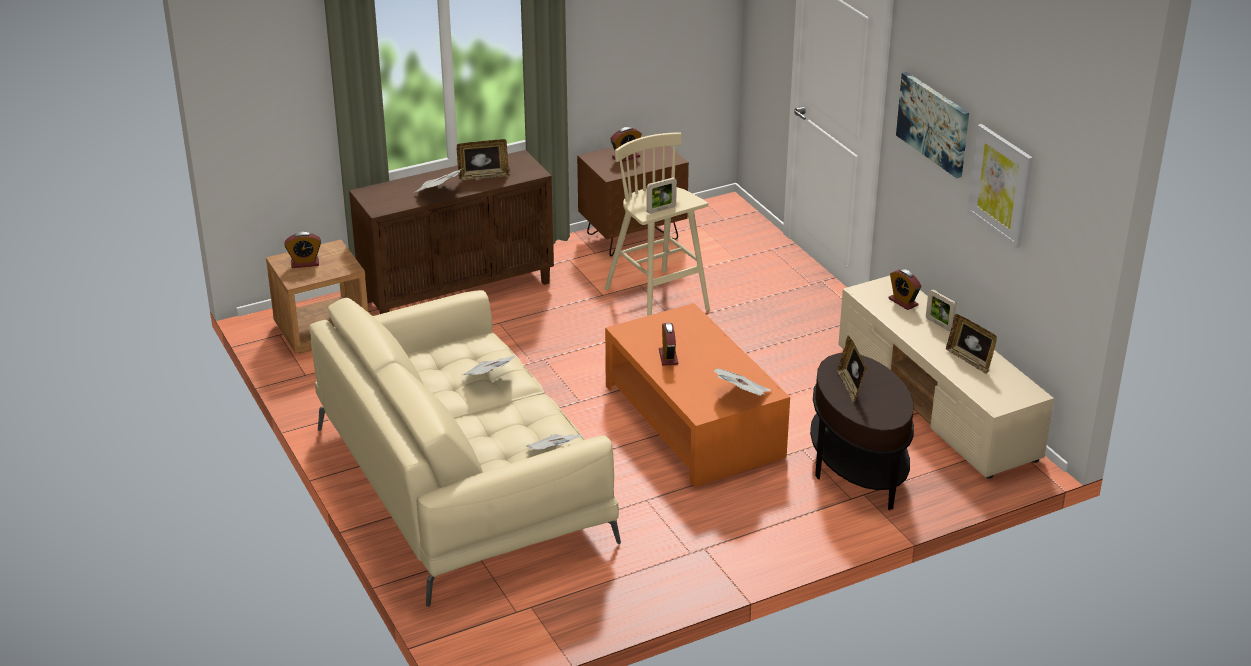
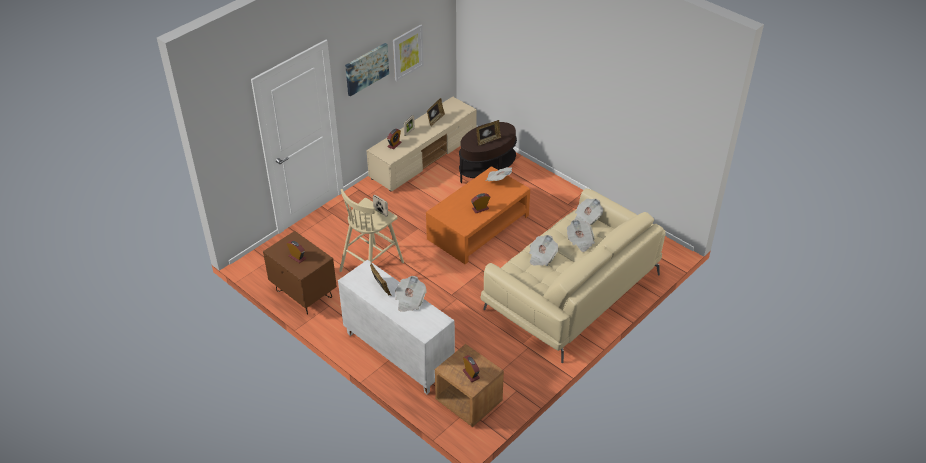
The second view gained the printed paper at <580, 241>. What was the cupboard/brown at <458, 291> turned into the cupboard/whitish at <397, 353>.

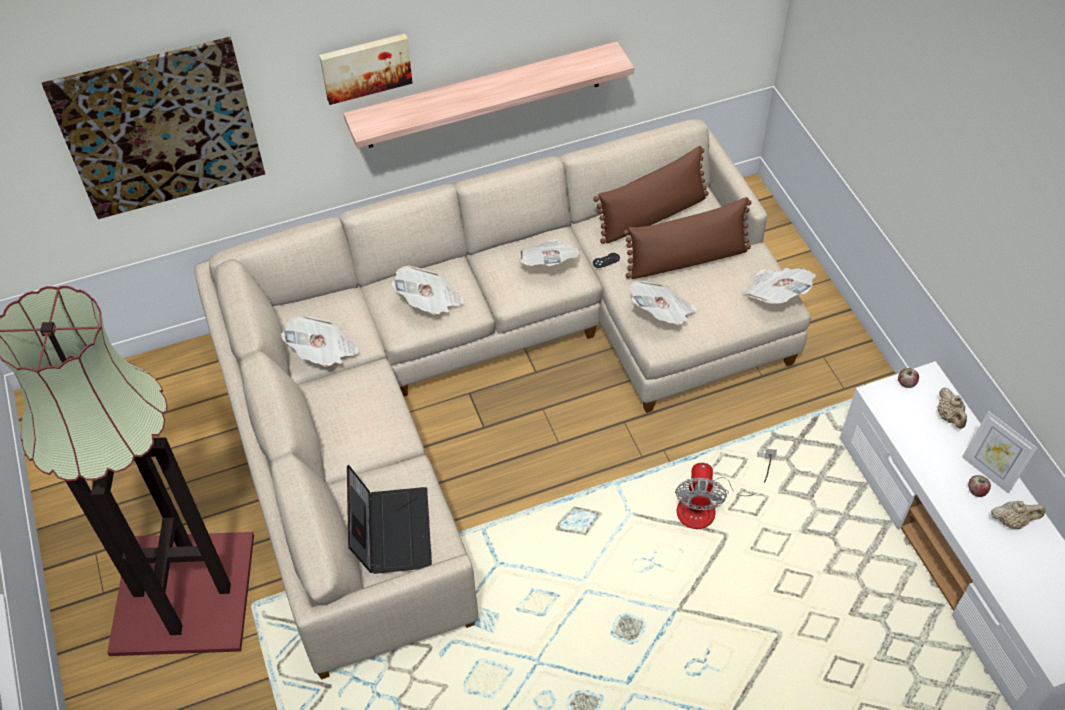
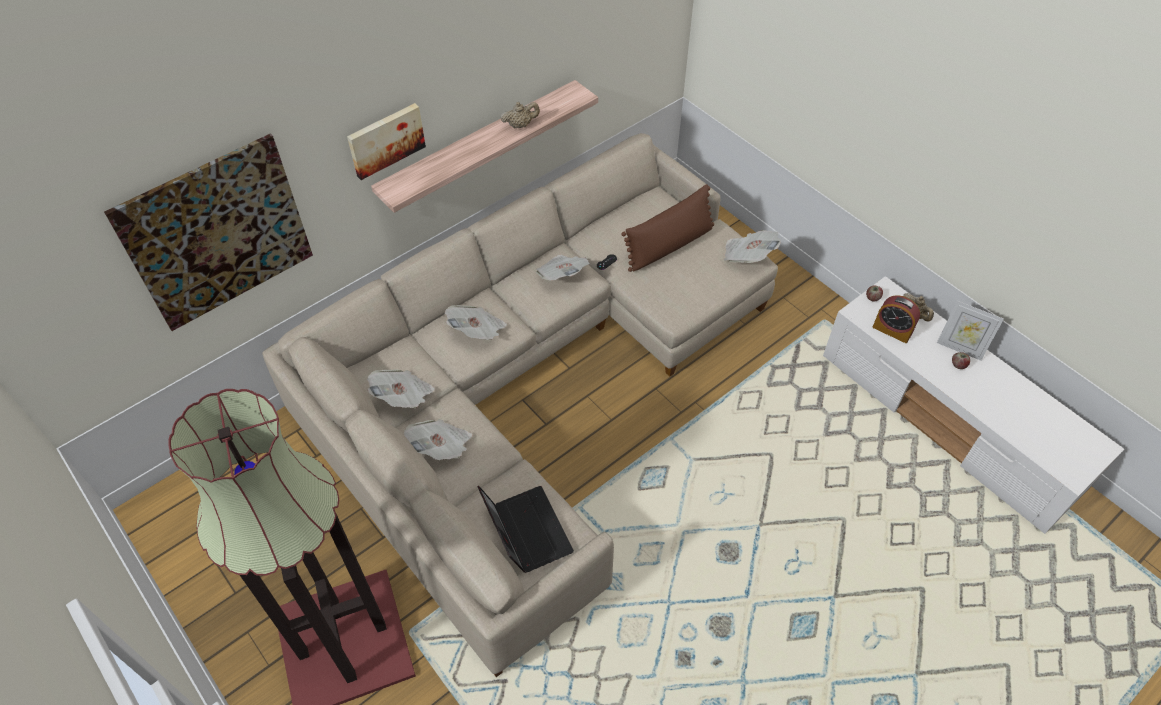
The second view lost the throw pillow/brown at <652, 215>. The second view lost the cooling fan at <708, 506>. The second view gained the table clock at <892, 330>. The printed paper ended up elsewhere, having gone from <662, 314> to <441, 447>. The teapot/beige-coloured ended up elsewhere, having gone from <1012, 521> to <520, 125>.

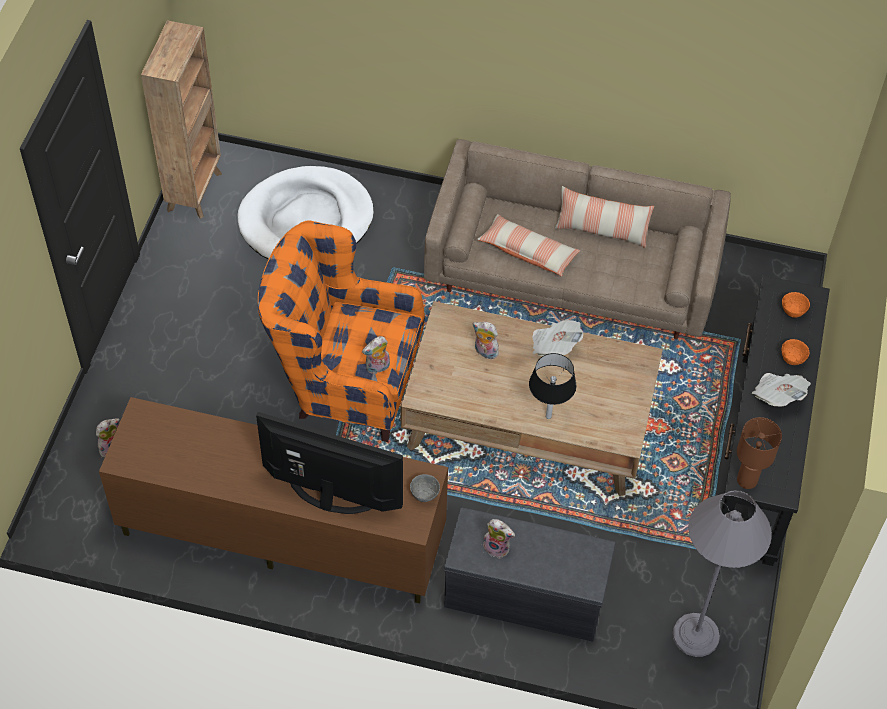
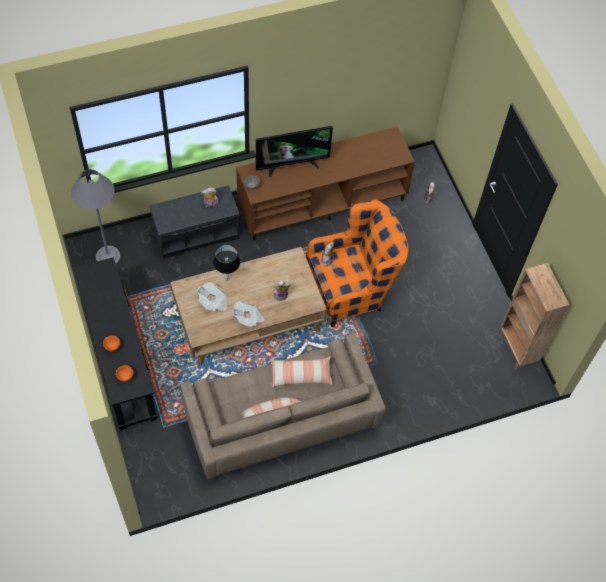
The second view lost the pet bed/whitish at <306, 220>. The second view lost the tabletop lamp/brown at <746, 481>. The printed paper ended up elsewhere, having gone from <777, 396> to <213, 302>.

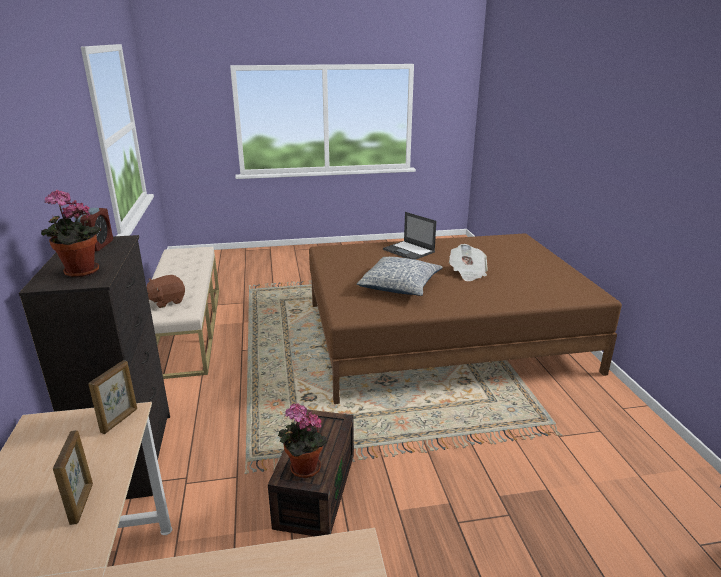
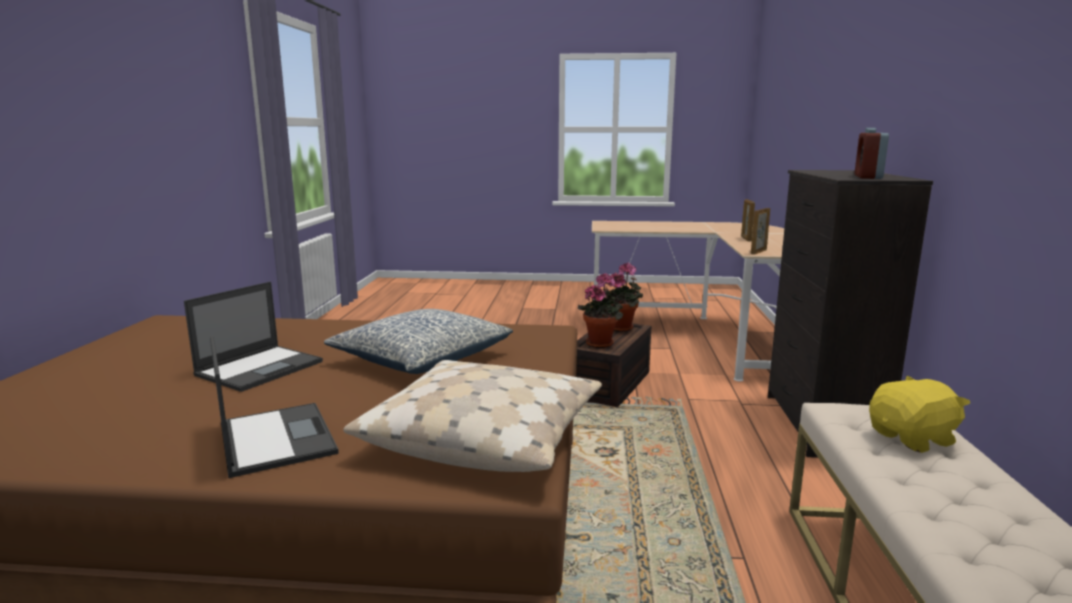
The second view gained the throw pillow/beige-coloured at <484, 435>. The plant in a pot ended up elsewhere, having gone from <79, 273> to <601, 343>. Where the printed paper stood at <467, 273>, the portable computer came to stand at <261, 368>. What was the plush toy/brown at <167, 301> turned into the plush toy/yellow-coloured at <913, 438>.

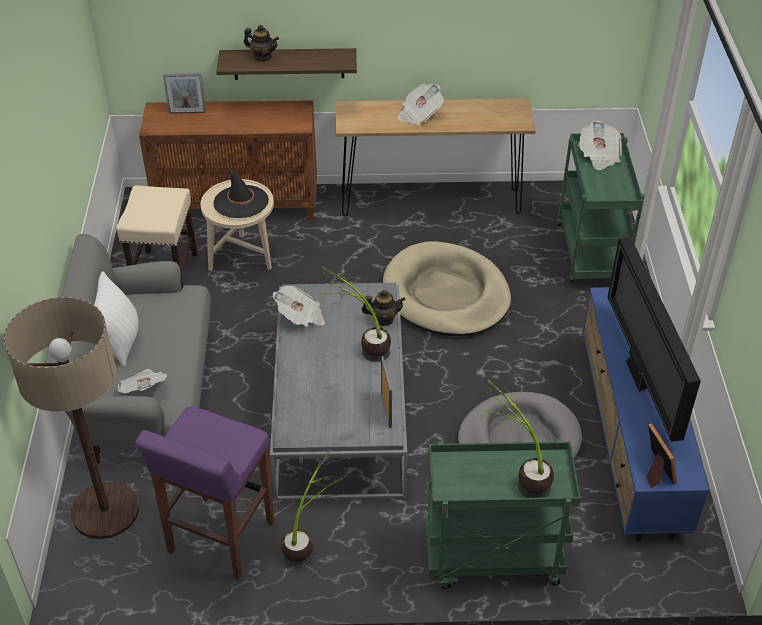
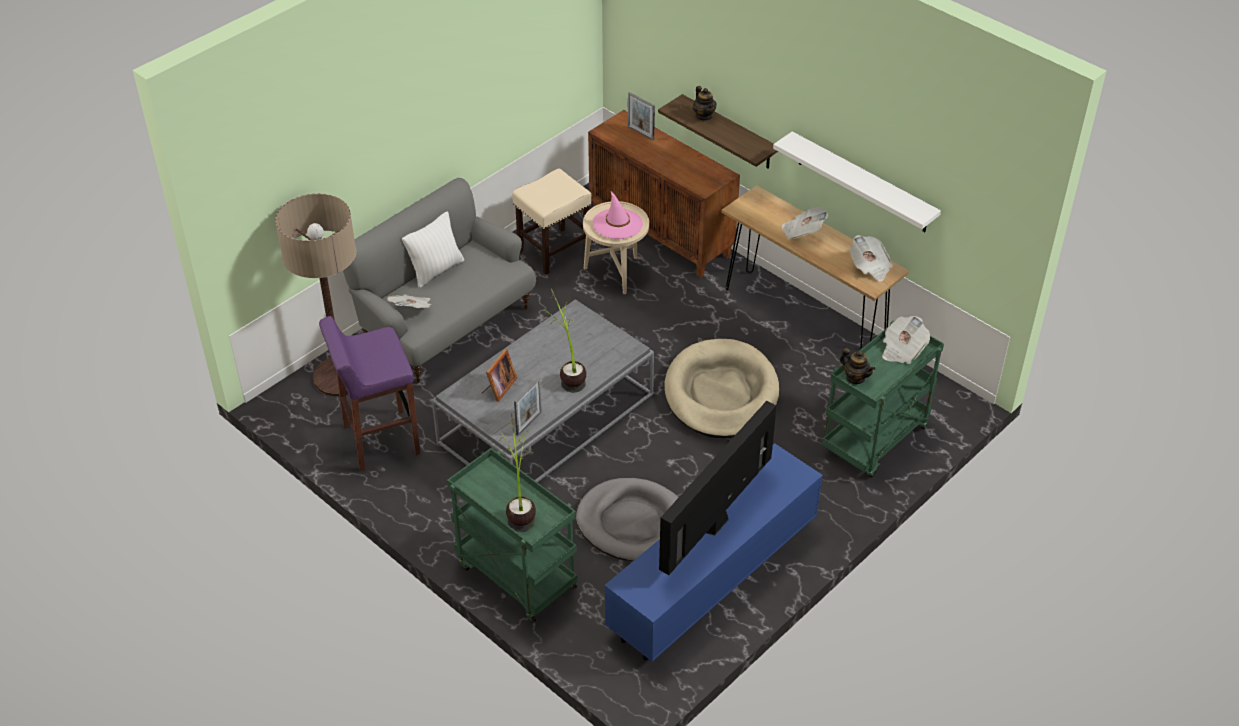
The second view lost the plant in a pot at <310, 542>. The second view gained the bracket shelf/whitish at <862, 183>. The printed paper ended up elsewhere, having gone from <300, 317> to <869, 267>. The teapot ended up elsewhere, having gone from <383, 319> to <855, 378>. The picture frame ended up elsewhere, having gone from <656, 470> to <499, 388>. What was the wearable hat/black-coloured at <241, 202> turned into the wearable hat/pink at <617, 224>.

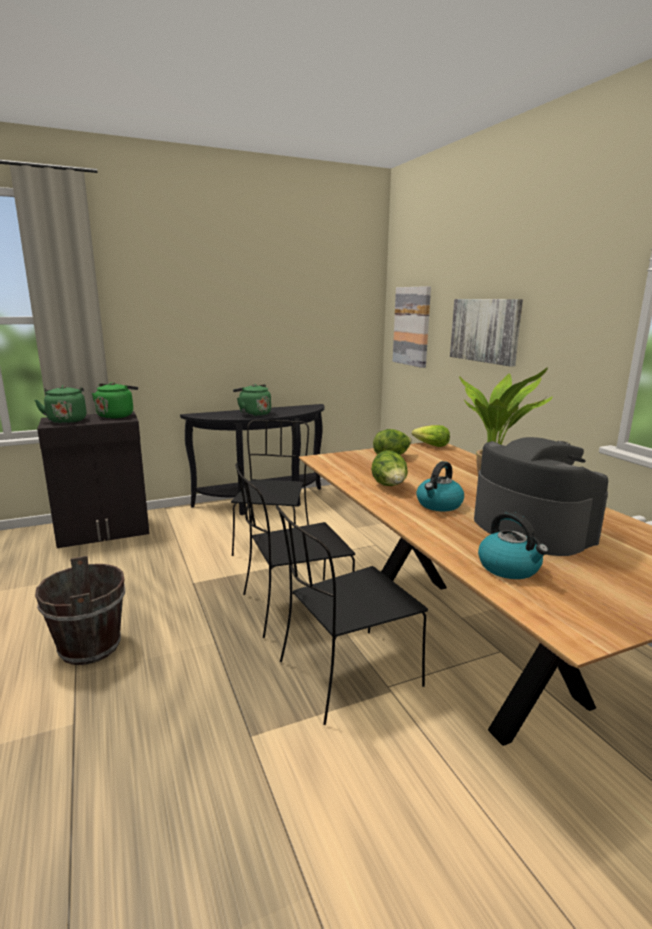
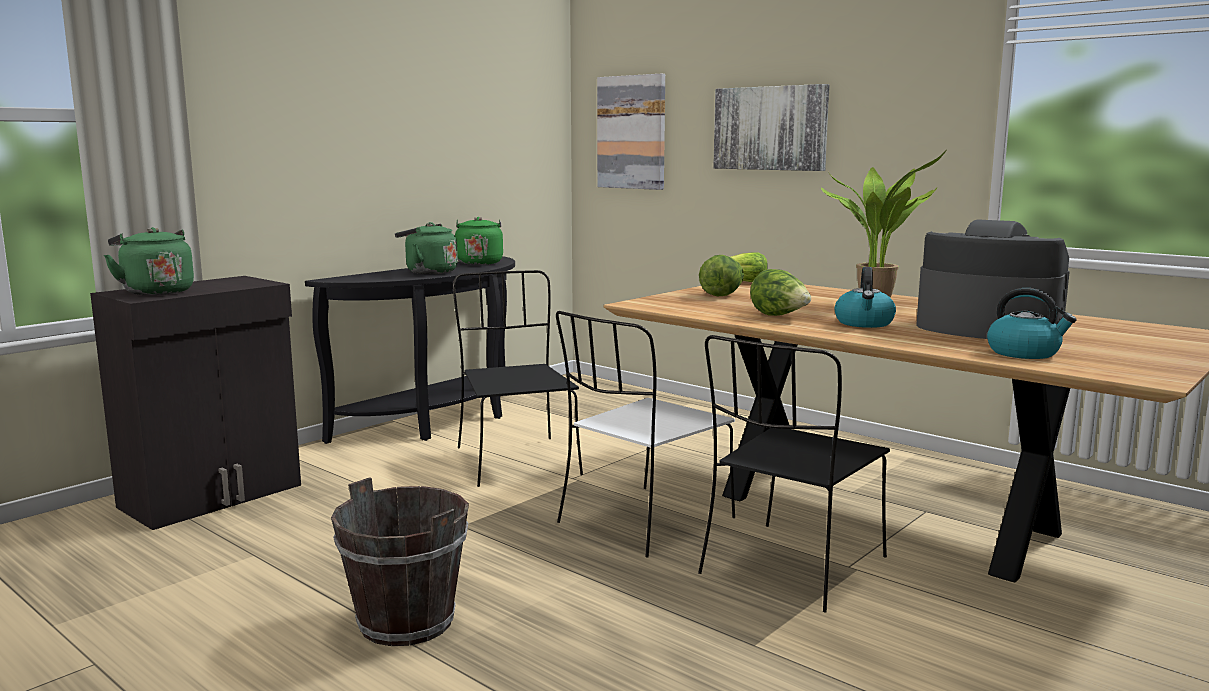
The water kettle/greenish ended up elsewhere, having gone from <117, 415> to <478, 262>. What was the chair/black-coloured at <293, 607> turned into the chair/whitish at <643, 522>.

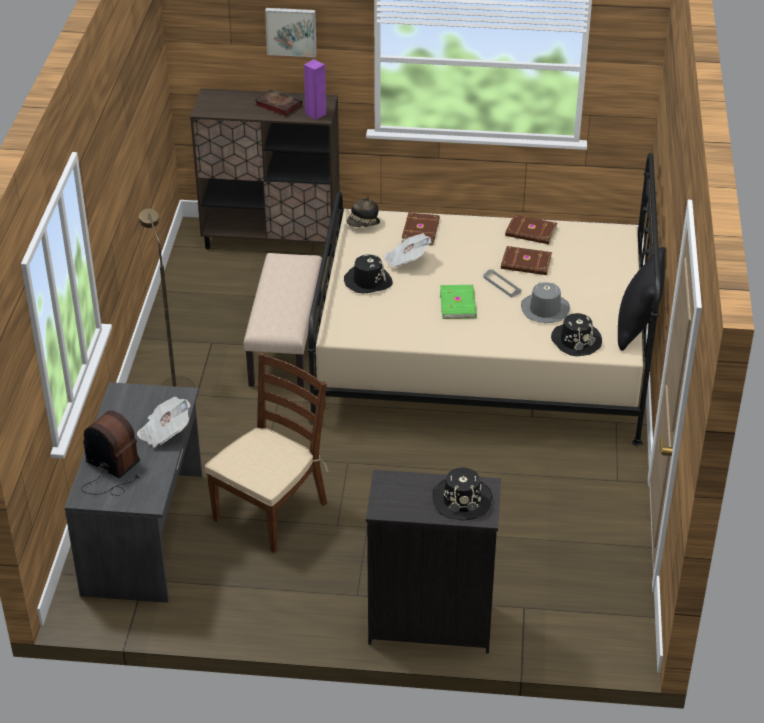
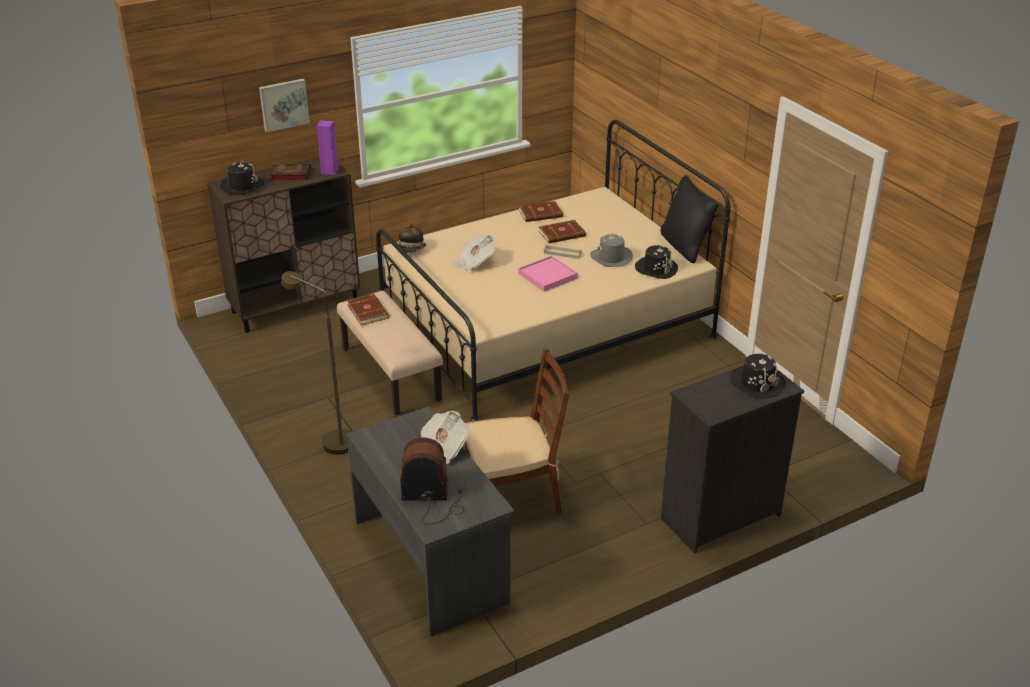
The wearable hat/black-coloured ended up elsewhere, having gone from <368, 281> to <242, 186>. The volume/brown ended up elsewhere, having gone from <421, 231> to <368, 311>. Where the volume/greenish stood at <459, 304>, the carrying tray/pink came to stand at <547, 276>. The chair/brown at <271, 510> ended up facing another way, 75 degrees clockwise from before.

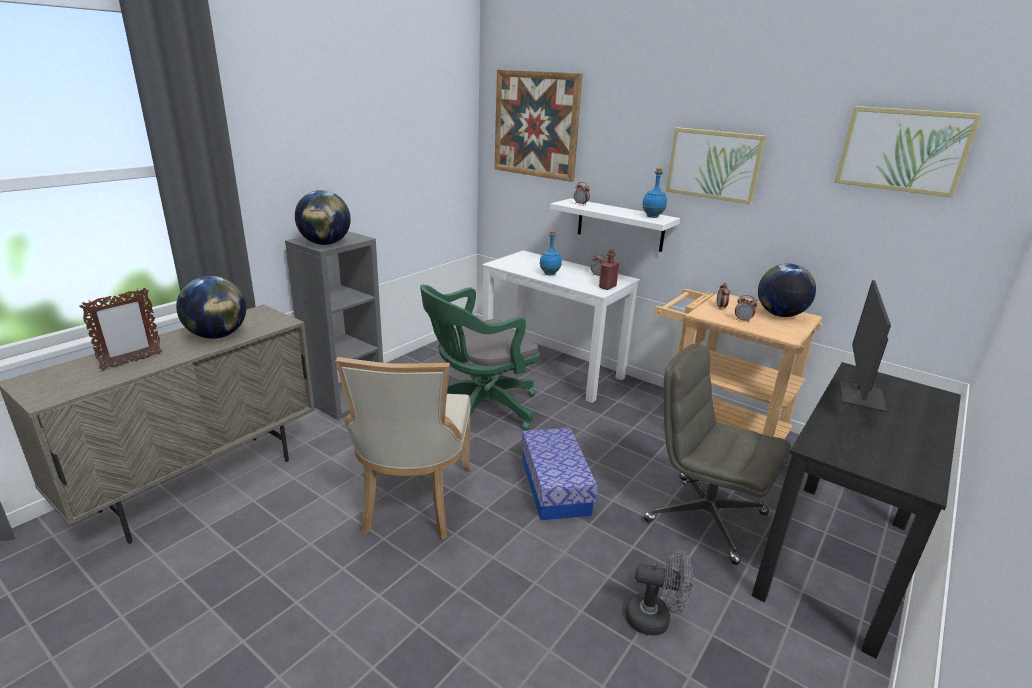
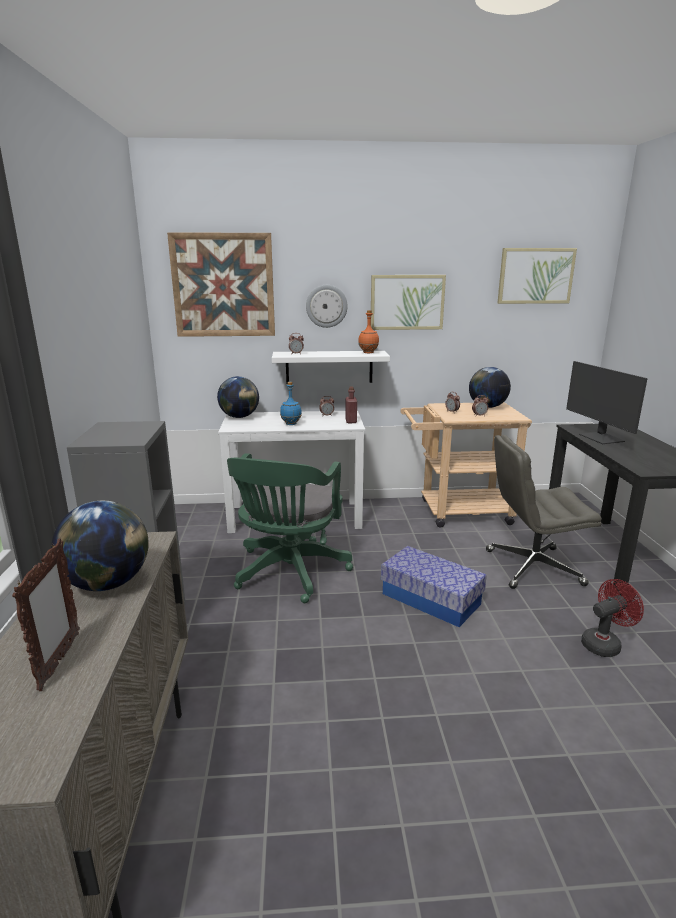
The second view lost the chair/beige-coloured at <413, 502>. The second view gained the wall clock at <326, 306>. The globe ended up elsewhere, having gone from <325, 244> to <239, 417>. What was the cooling fan/greyish at <655, 619> turned into the cooling fan/reddish at <604, 643>. What was the bottle/bluish at <652, 217> turned into the bottle/orangey at <368, 353>.

